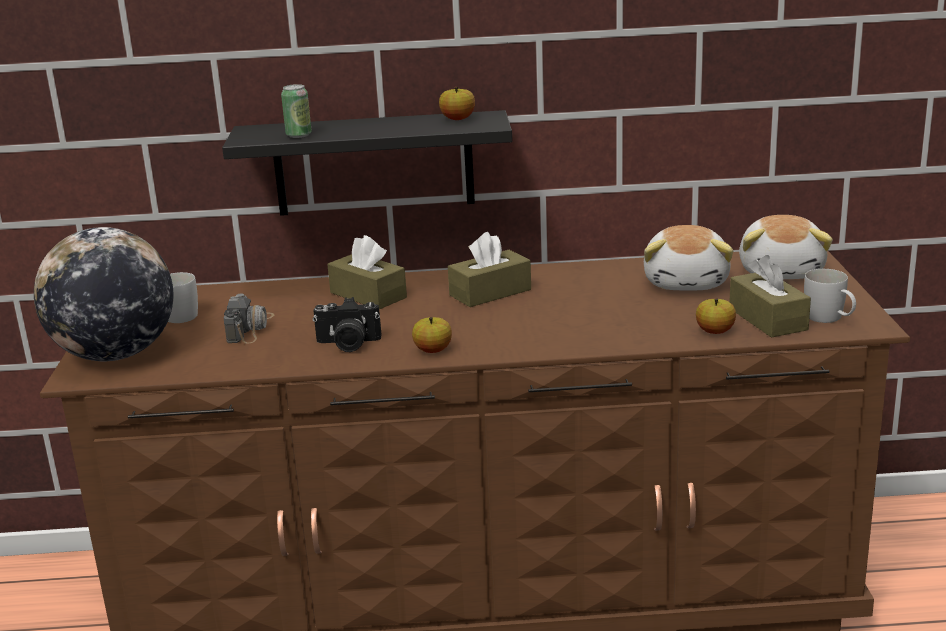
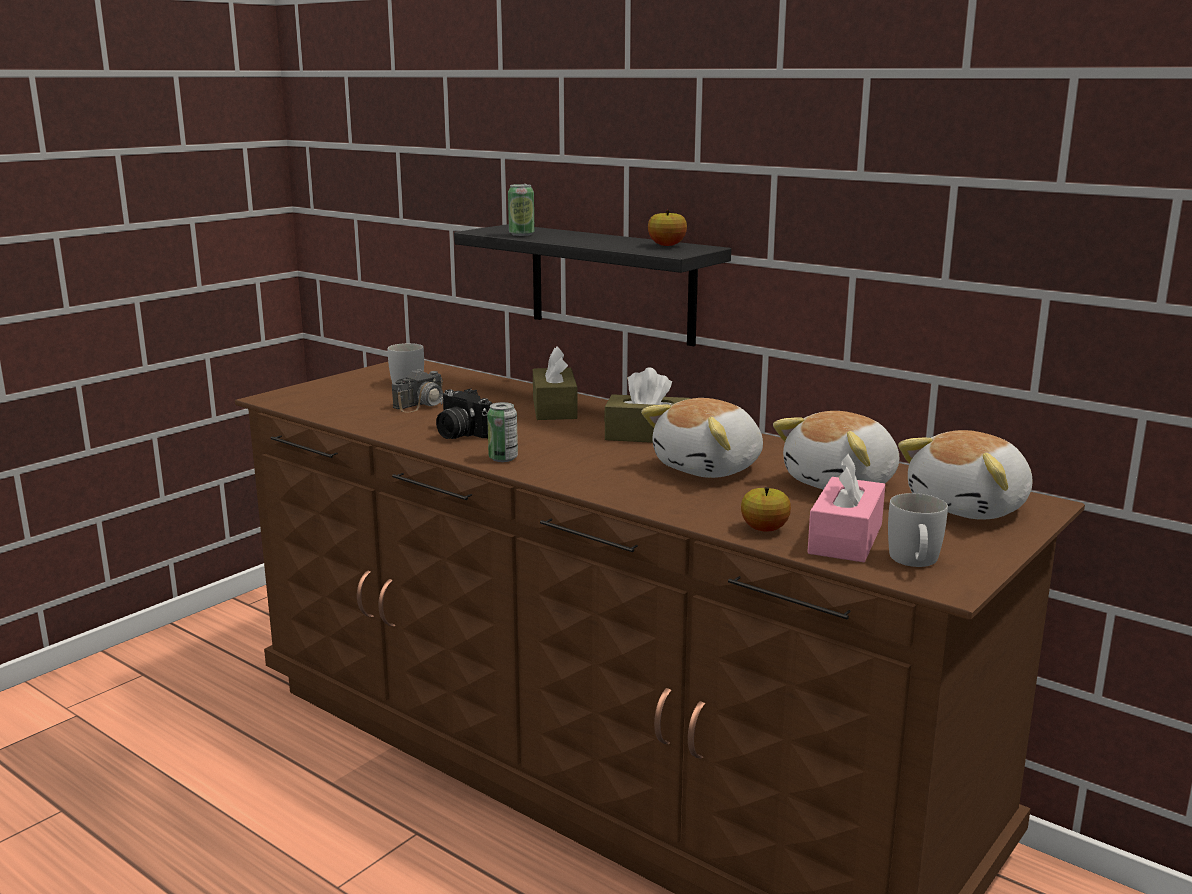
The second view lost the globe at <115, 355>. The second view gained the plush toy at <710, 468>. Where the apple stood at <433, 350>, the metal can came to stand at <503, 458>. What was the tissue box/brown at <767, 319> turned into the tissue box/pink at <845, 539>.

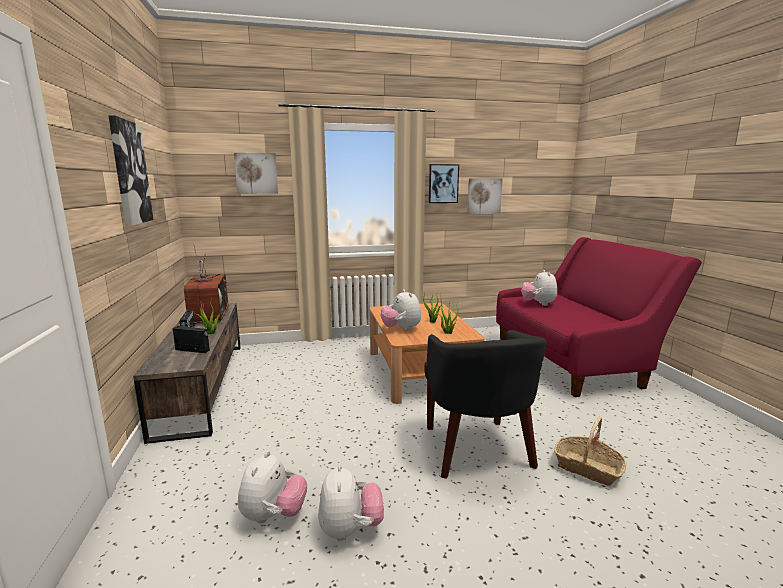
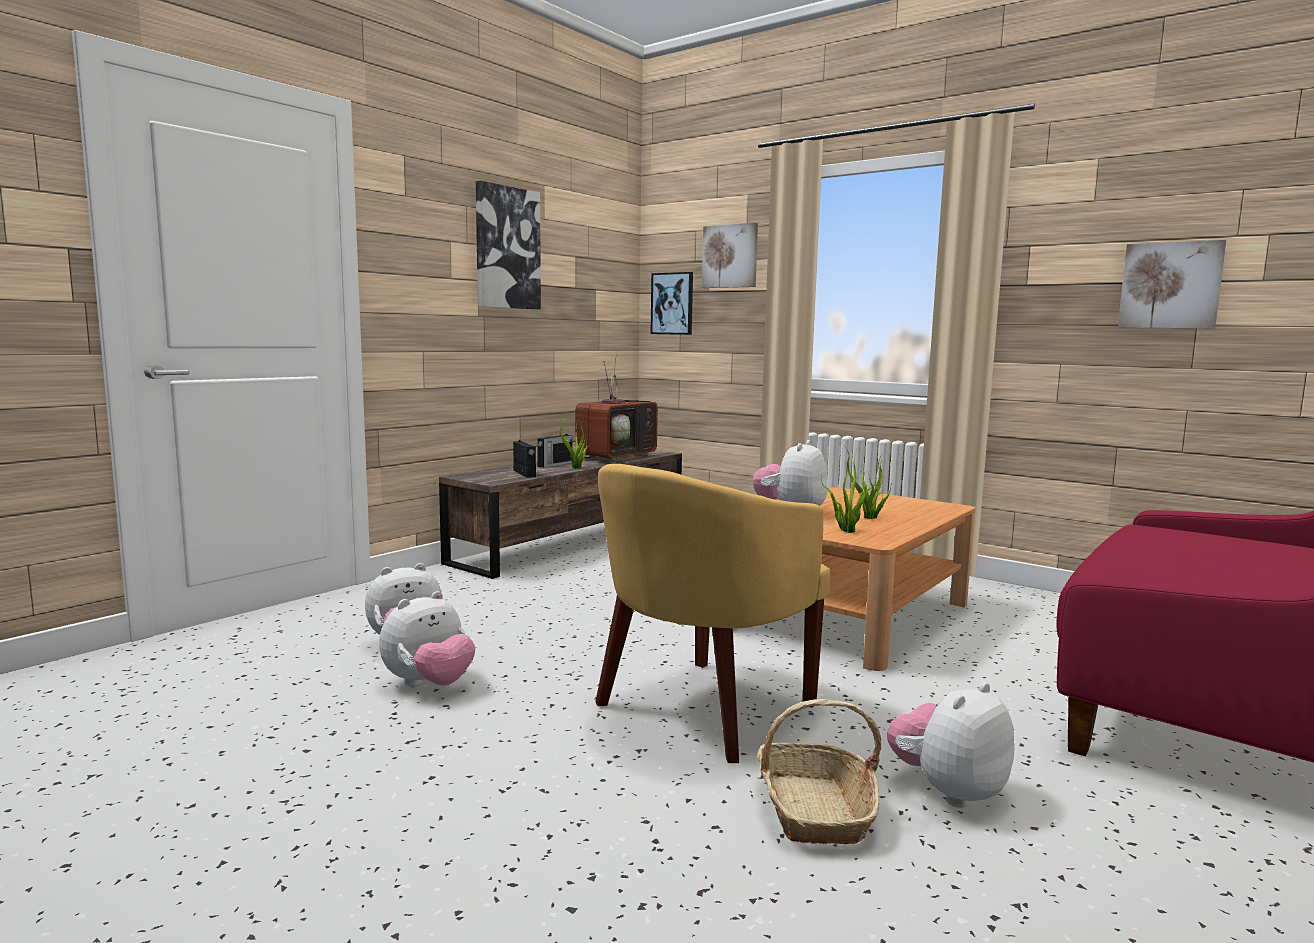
The wall picture ended up elsewhere, having gone from <443, 183> to <672, 303>. The plush toy ended up elsewhere, having gone from <538, 304> to <948, 791>. What was the armchair/black-coloured at <477, 450> turned into the armchair/yellow-coloured at <702, 709>.

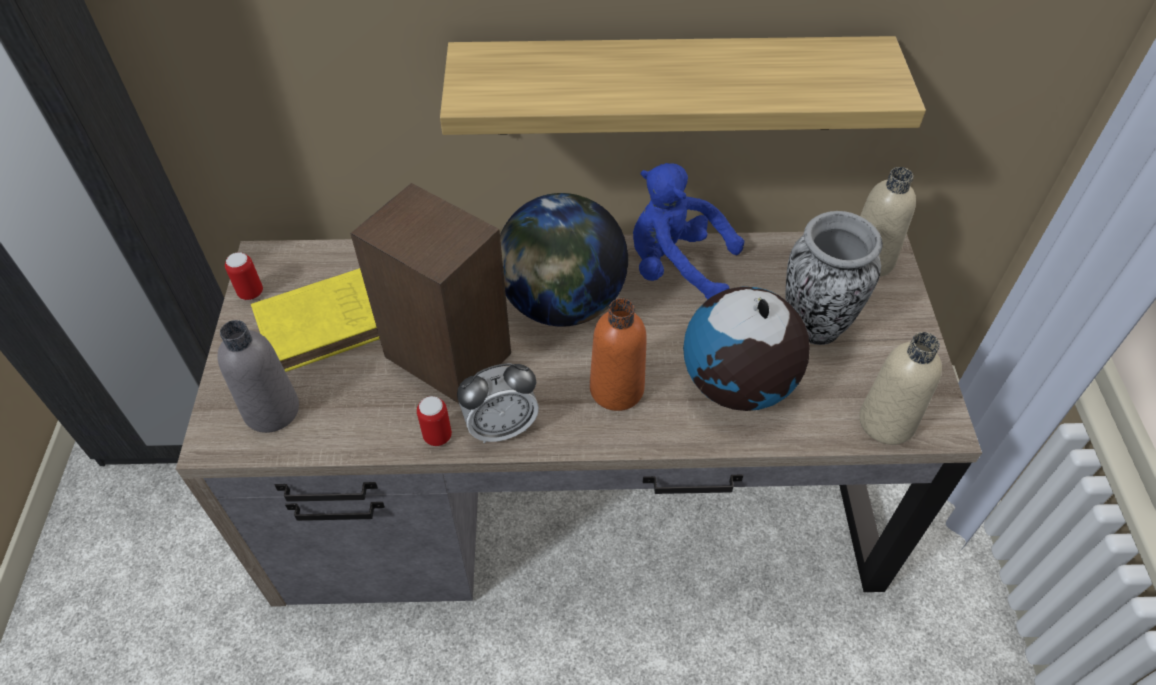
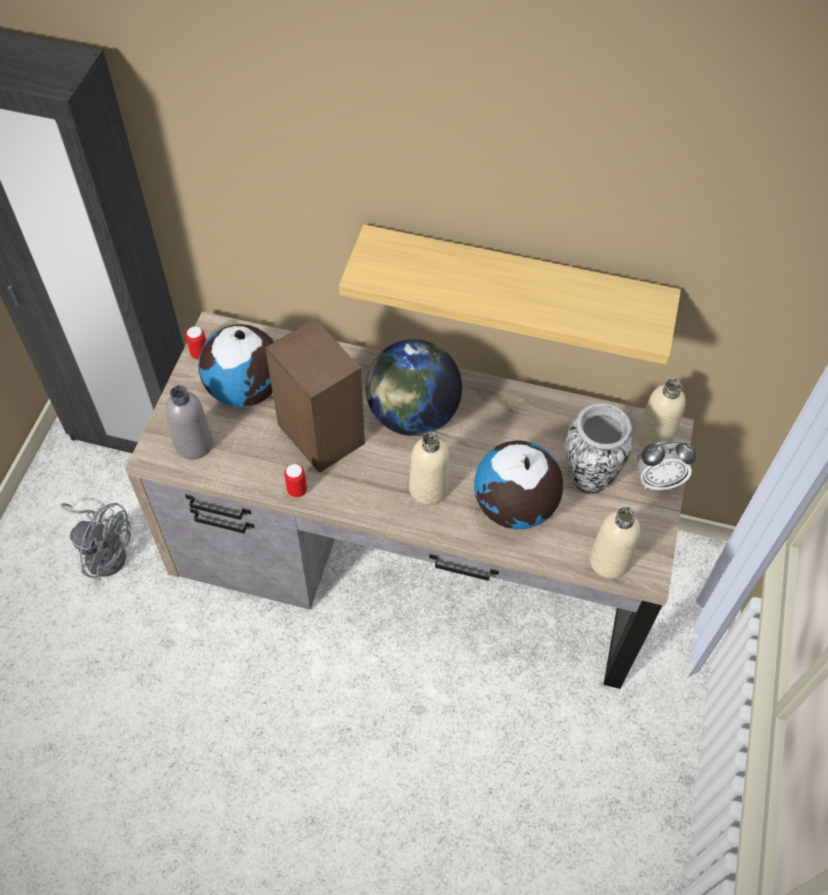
The second view lost the plush toy/bluish at <676, 266>. The second view gained the cooling fan/greyish at <104, 551>. The table clock ended up elsewhere, having gone from <501, 427> to <658, 480>. Where the volume/yellow-coloured stood at <328, 323>, the globe came to stand at <246, 390>. What was the bottle/orangey at <616, 389> turned into the bottle/beige-coloured at <428, 488>.

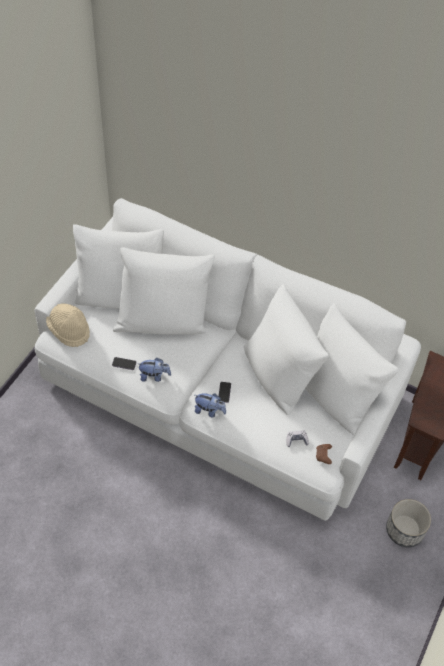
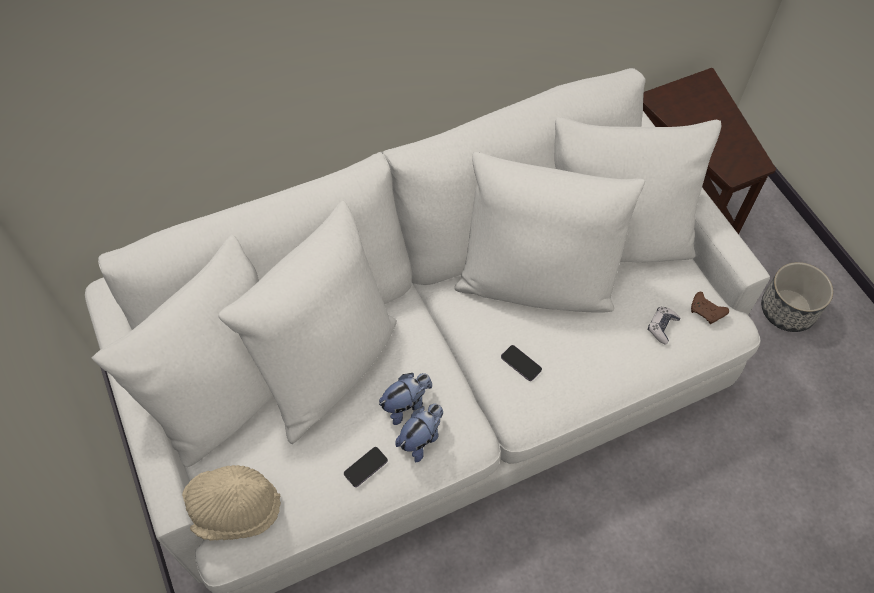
The plush toy ended up elsewhere, having gone from <209, 411> to <406, 404>.

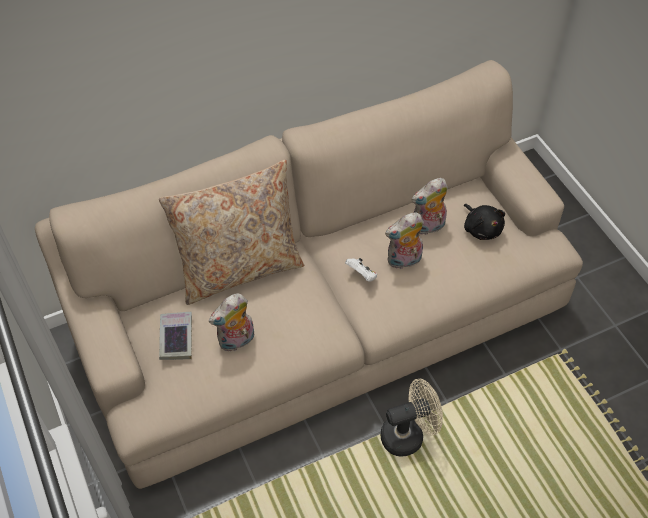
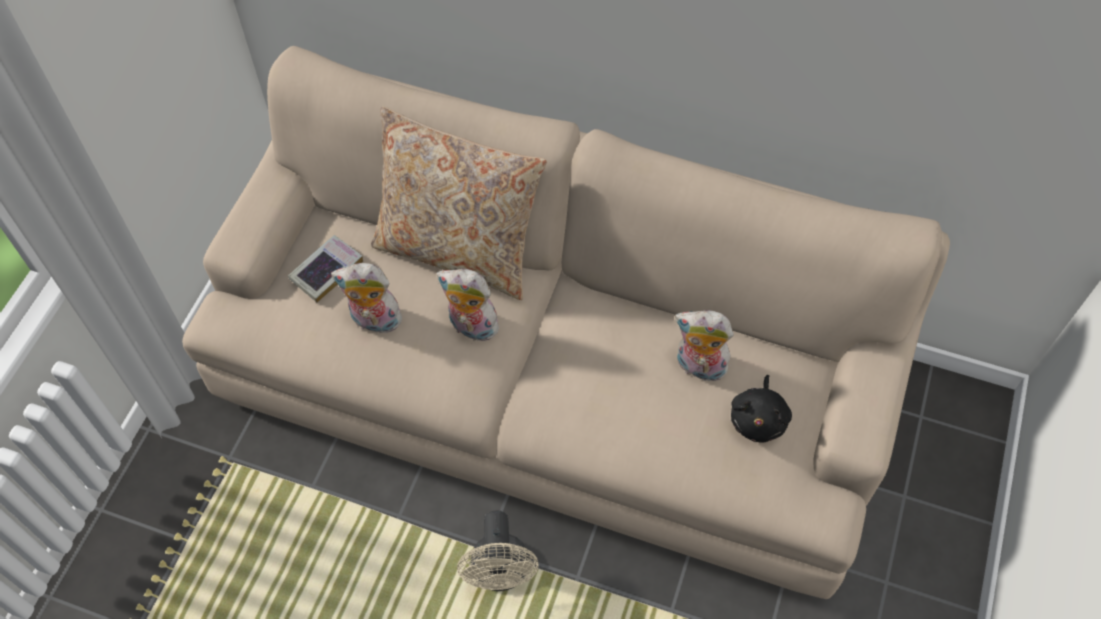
The second view lost the game controller/whitish at <362, 275>. The plush toy ended up elsewhere, having gone from <404, 261> to <470, 327>. The cooling fan/beige-coloured at <408, 434> ended up facing another way, 60 degrees clockwise from before.

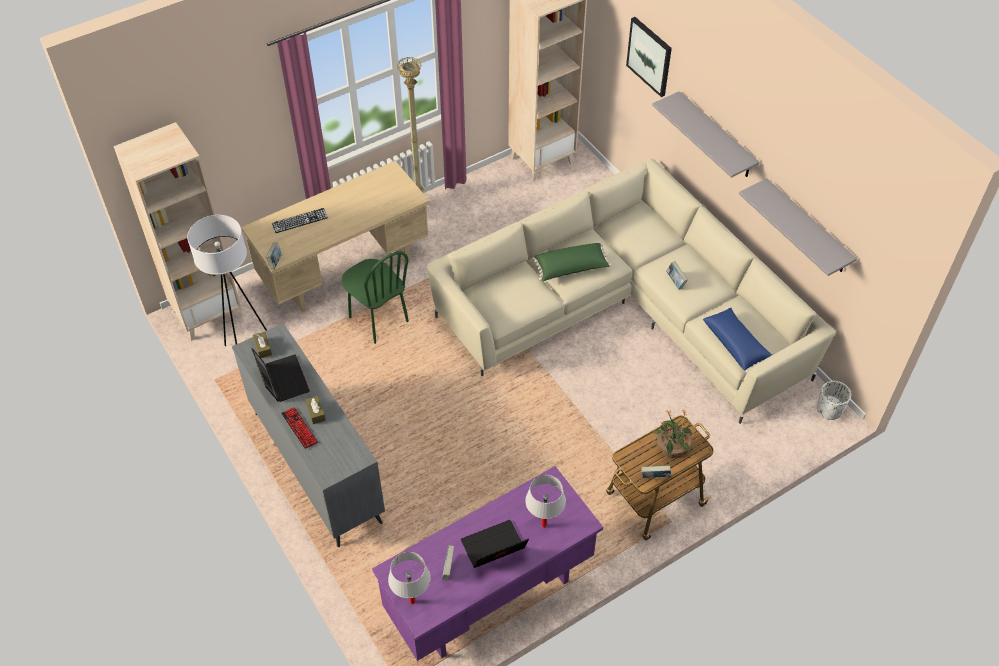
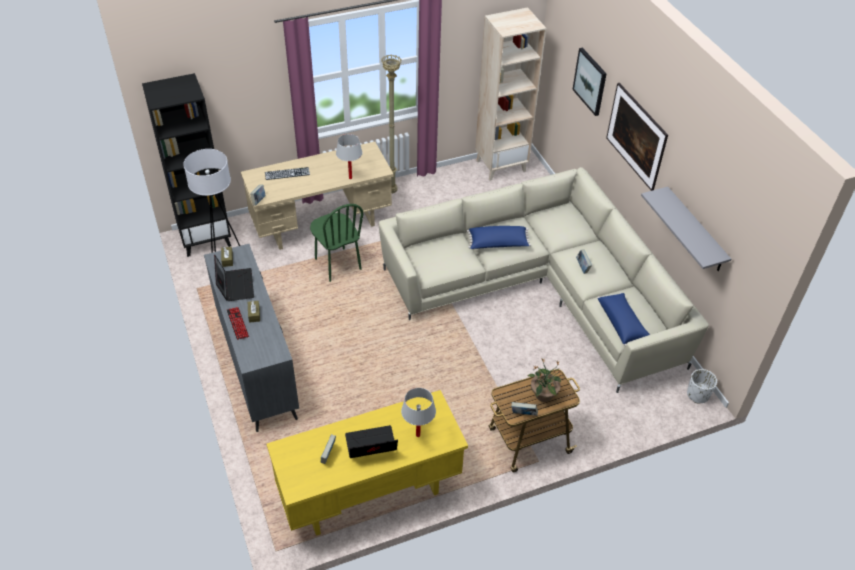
The tabletop lamp/whitish ended up elsewhere, having gone from <412, 601> to <350, 178>. Where the bracket shelf/greyish hung at <716, 136>, the wall picture came to hang at <633, 150>. What was the bookshelf/beige-coloured at <207, 313> turned into the bookshelf/black-coloured at <206, 239>. What was the desk unit/purplish at <489, 597> turned into the desk unit/yellow-coloured at <369, 494>. What was the throw pillow/greenish at <571, 268> turned into the throw pillow/bluish at <498, 244>.

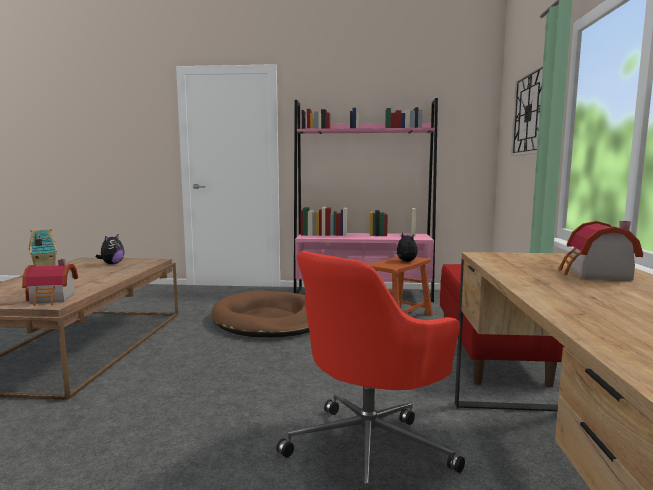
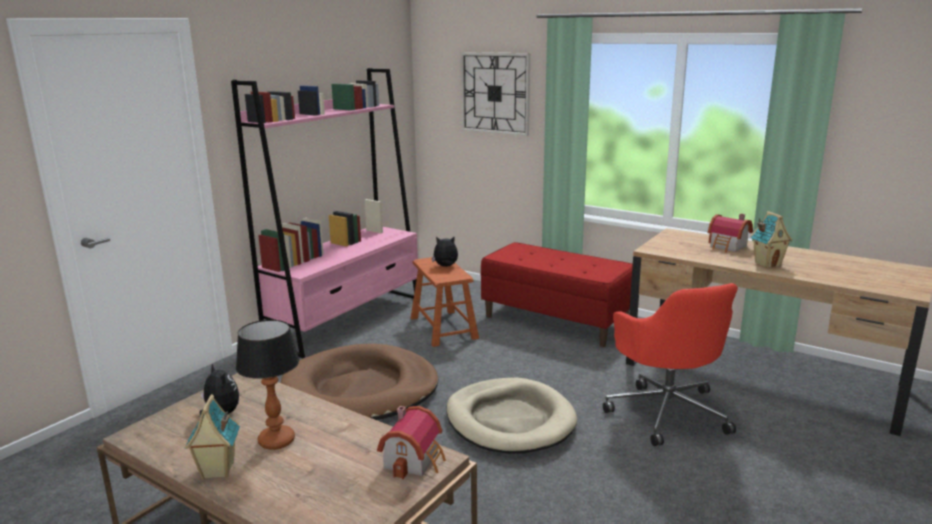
The second view gained the tabletop lamp at <277, 441>. The second view gained the pet bed/beige-coloured at <510, 420>. The second view gained the miniature house at <767, 264>.

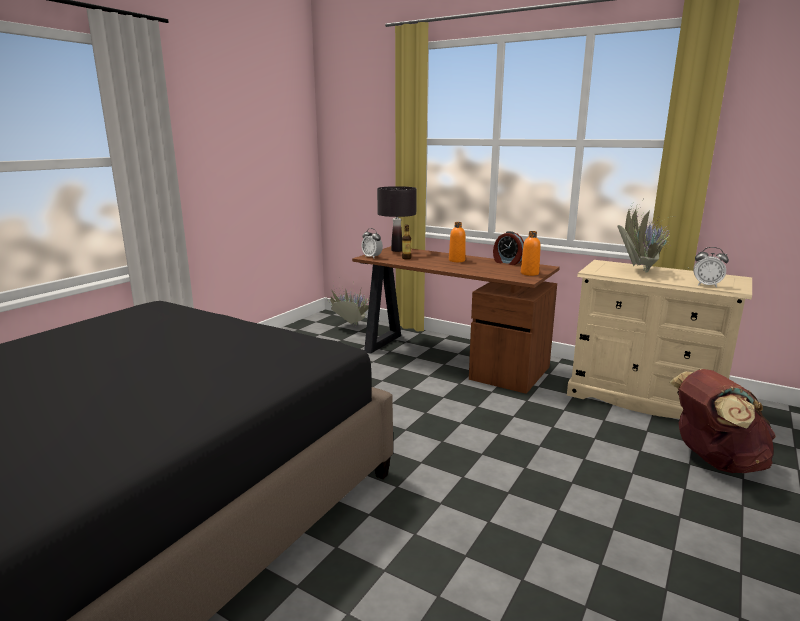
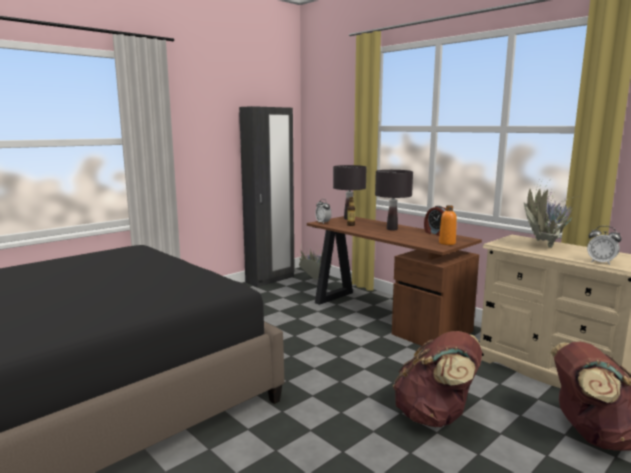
The second view gained the armoire/black-coloured at <270, 280>. The second view gained the knapsack/brown at <435, 416>. Where the bottle/orangey stood at <457, 260>, the tabletop lamp/black-coloured came to stand at <392, 229>.

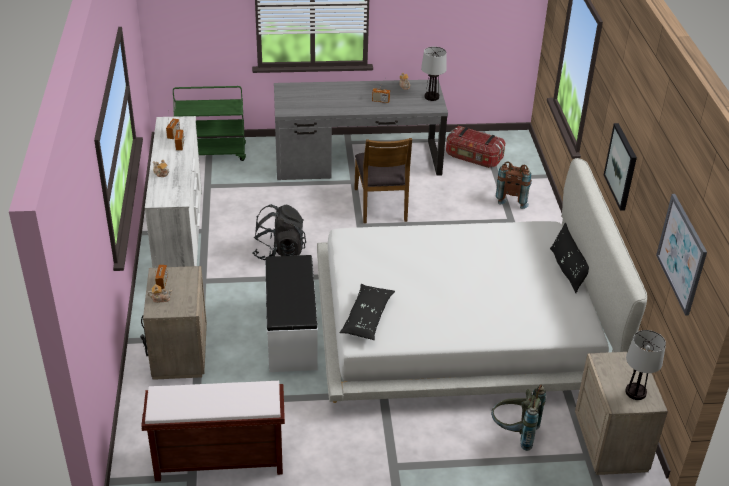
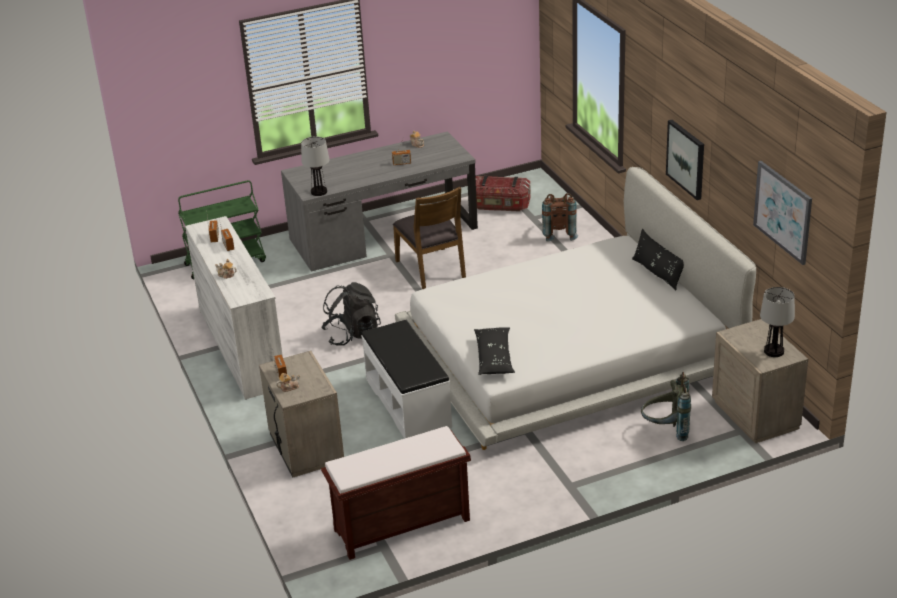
The tabletop lamp ended up elsewhere, having gone from <431, 97> to <318, 192>.

